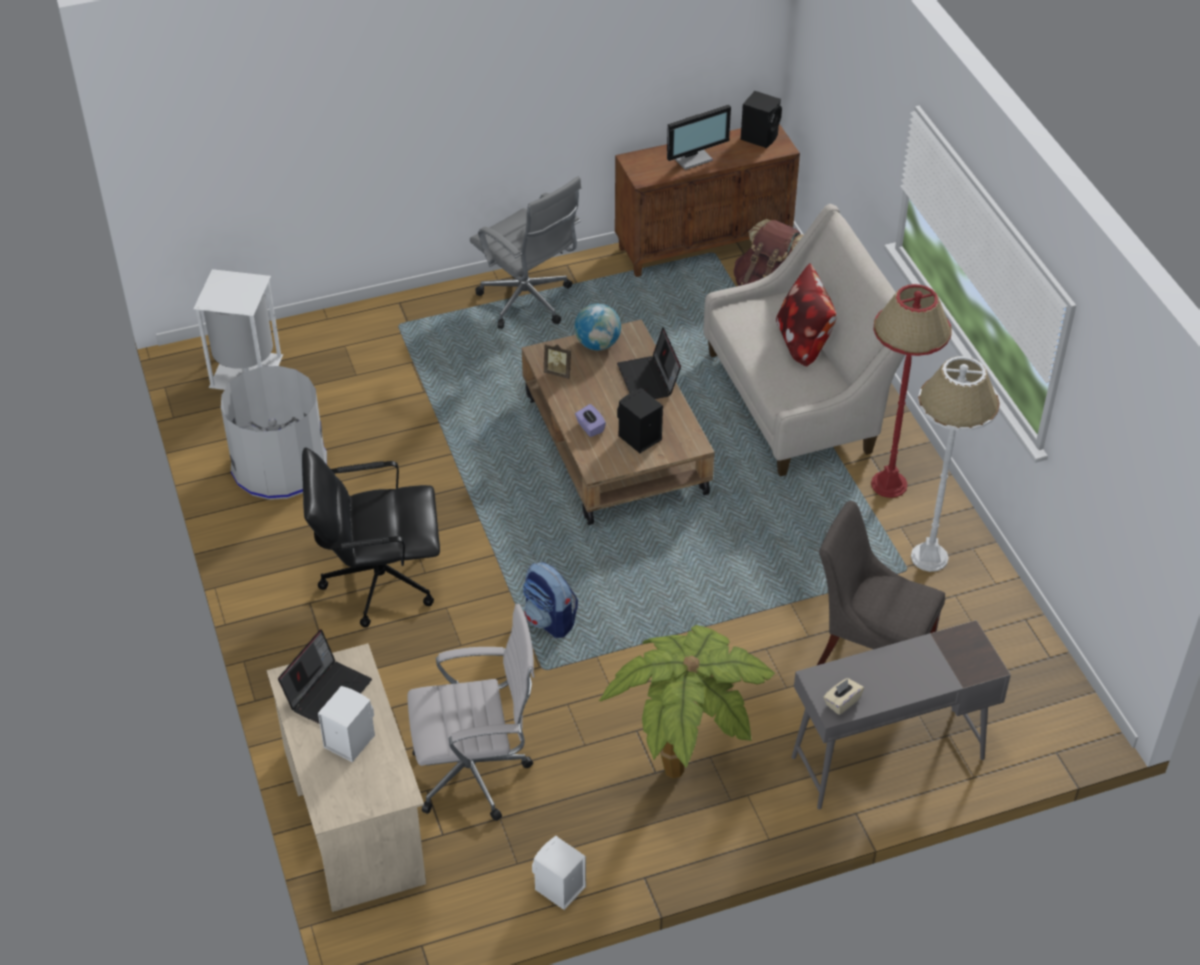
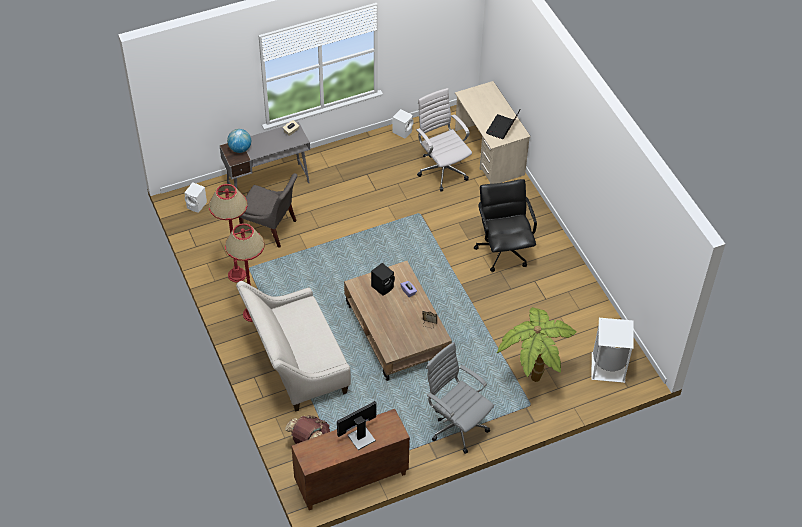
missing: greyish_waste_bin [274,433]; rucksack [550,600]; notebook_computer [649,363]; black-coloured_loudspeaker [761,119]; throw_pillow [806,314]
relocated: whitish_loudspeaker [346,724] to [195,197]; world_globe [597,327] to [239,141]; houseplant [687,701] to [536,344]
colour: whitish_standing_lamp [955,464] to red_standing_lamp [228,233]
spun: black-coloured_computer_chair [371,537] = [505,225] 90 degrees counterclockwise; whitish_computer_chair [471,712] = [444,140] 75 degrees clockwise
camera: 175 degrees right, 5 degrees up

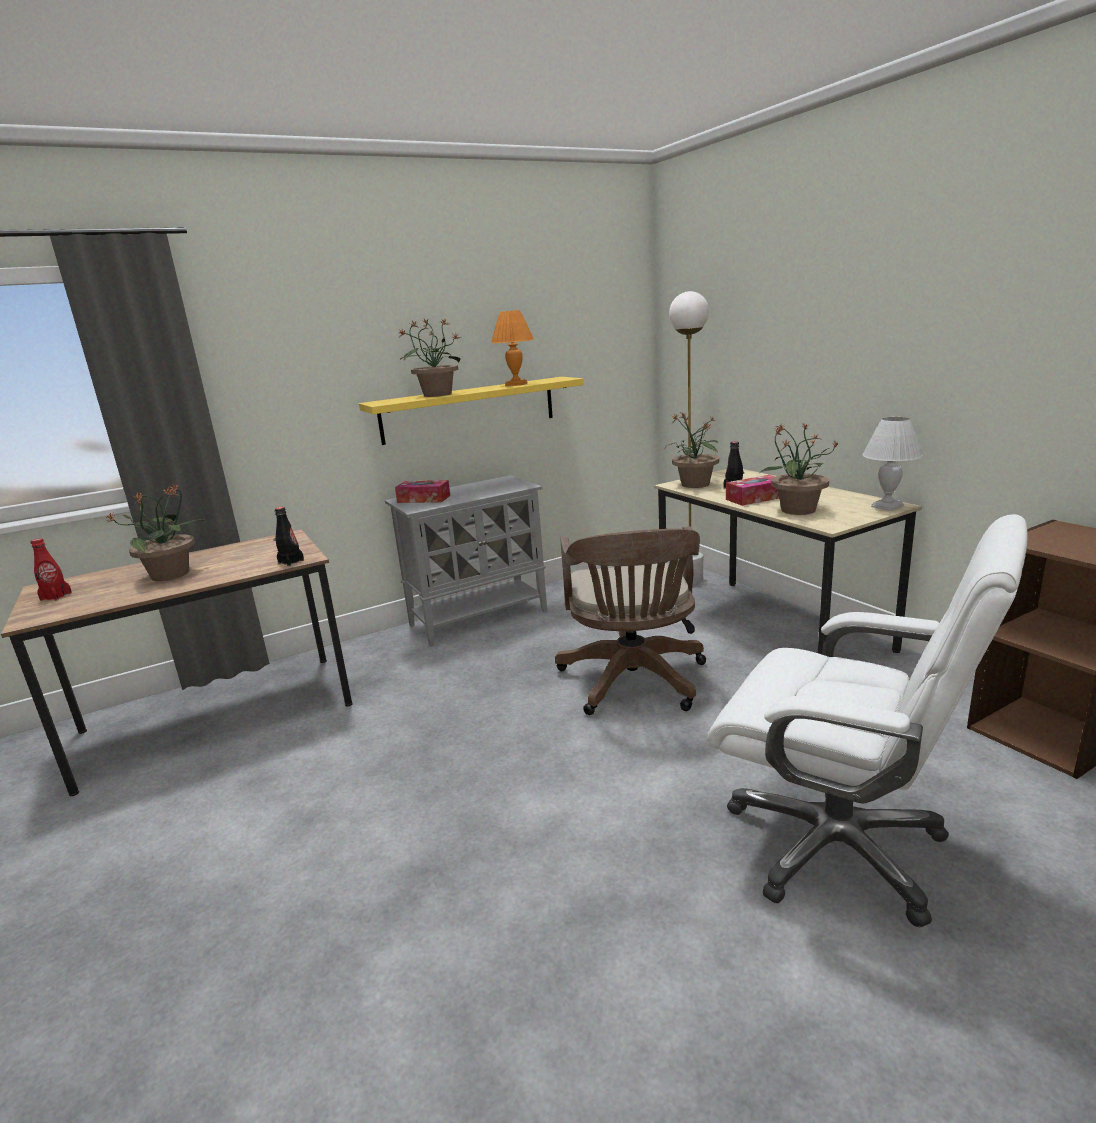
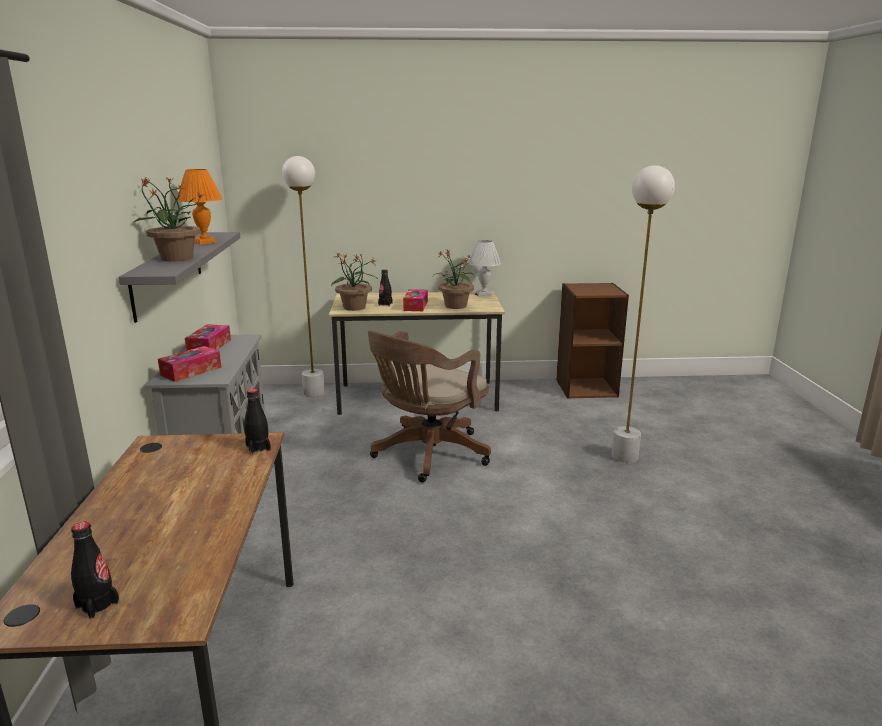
missing: houseplant [155,532]
appeared: box_of_tissues [208,337]
exchanged: whitish_computer_chair [868,721] to whitish_standing_lamp [643,314]
colour: red_drink_bottle [51,569] to black-coloured_drink_bottle [95,570]; yellow-coloured_bracket_shelf [471,411] to greyish_bracket_shelf [179,277]
spun: brown_computer_chair [630,620] = [429,406] 105 degrees clockwise
camera: 65 degrees left, 0 degrees up

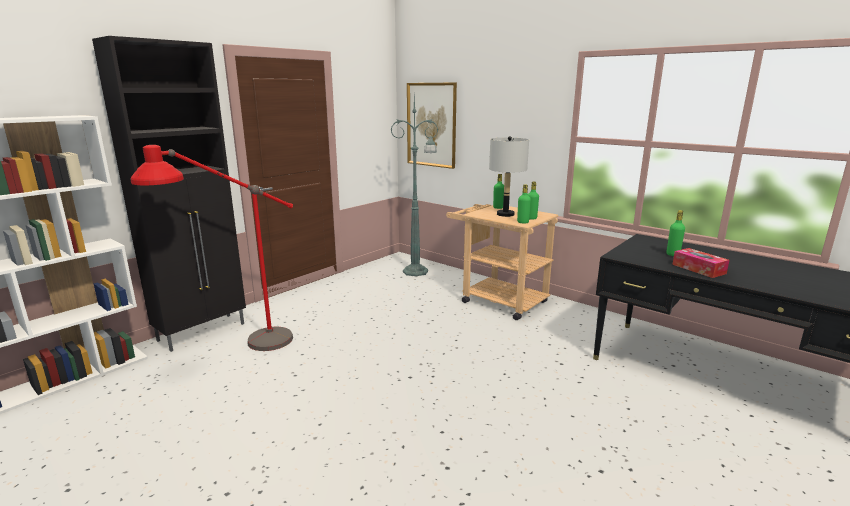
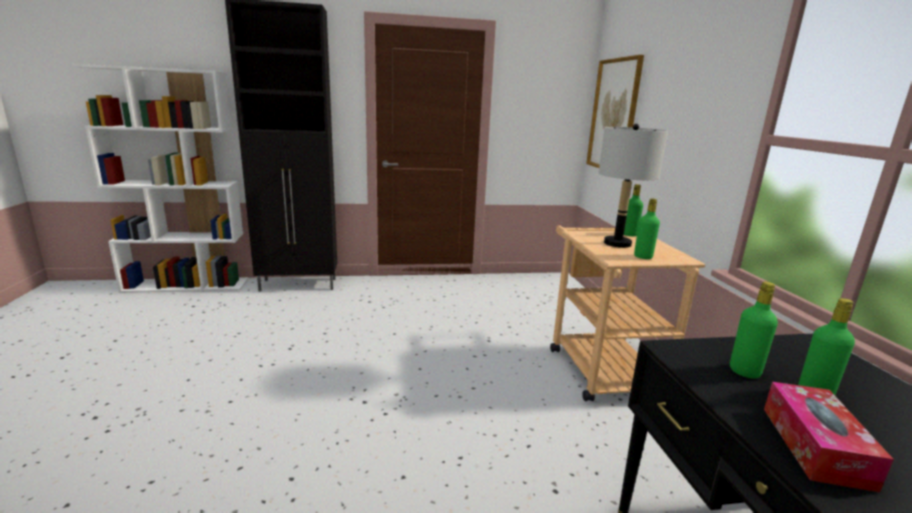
missing: red_standing_lamp [211,248]; green-coloured_standing_lamp [414,185]
relocated: green-coloured_drink_bottle [524,204] to [754,330]
camera: 40 degrees right, 0 degrees up

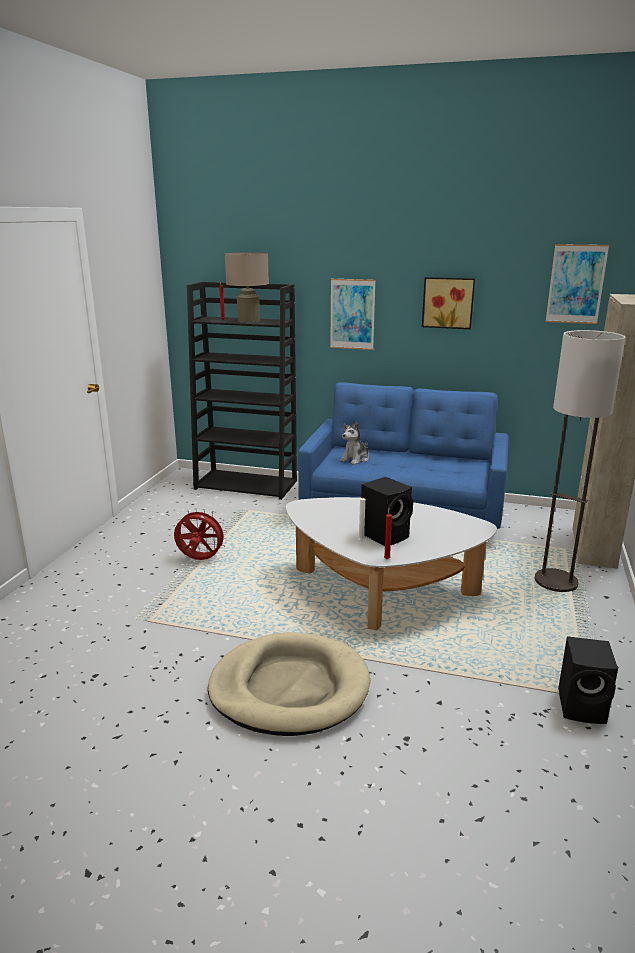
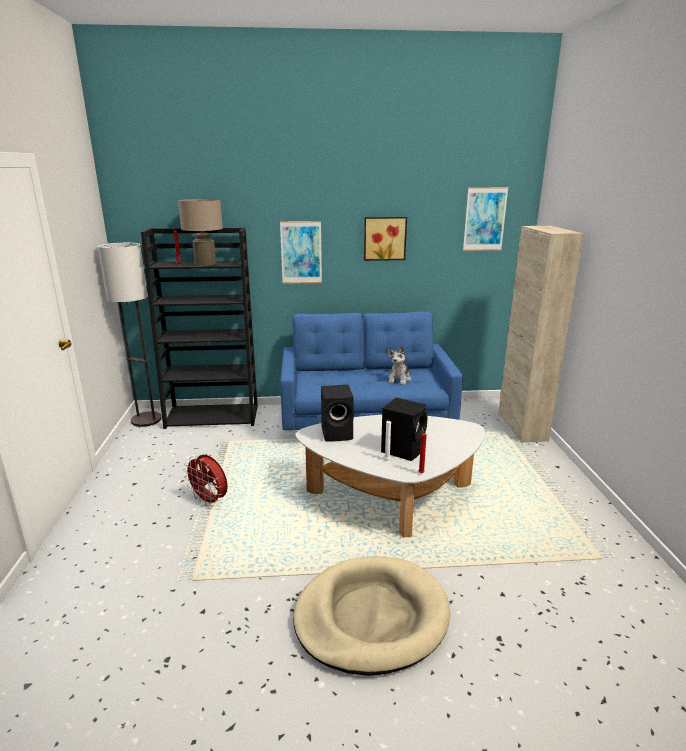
relocated: plush_toy [354,443] to [399,365]; standing_lamp [580,461] to [130,335]; black-coloured_loudspeaker [588,680] to [337,412]
spun: red_electric_fan [200,534] = [205,481] 135 degrees counterclockwise
camera: 20 degrees left, 0 degrees up

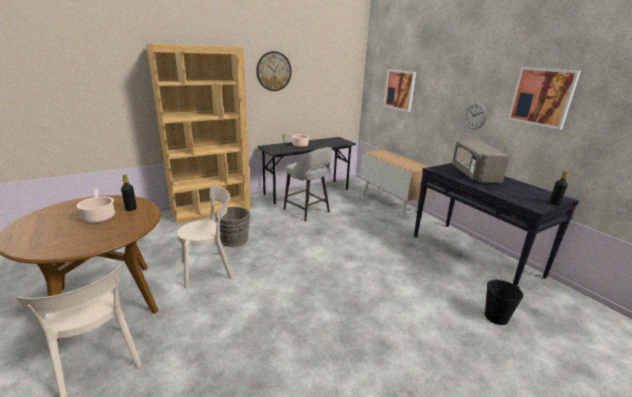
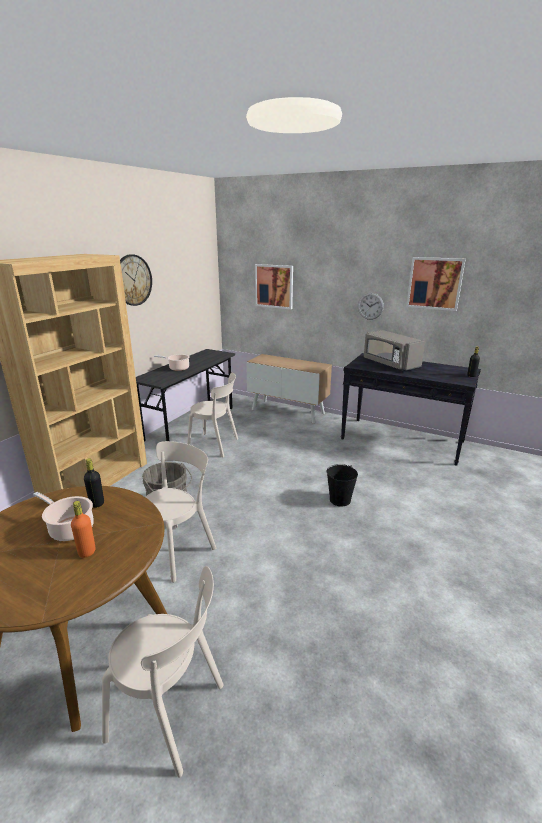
appeared: orange_drink_bottle [83,529]
relocated: black-coloured_bucket [504,302] to [342,485]
exchanged: greyish_stool_seat [308,184] to beige-coloured_upright_chair [212,415]
camera: 30 degrees left, 0 degrees up

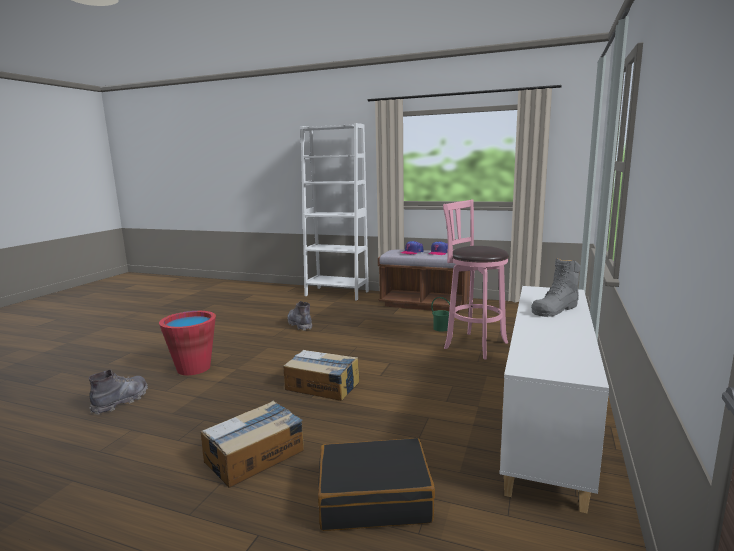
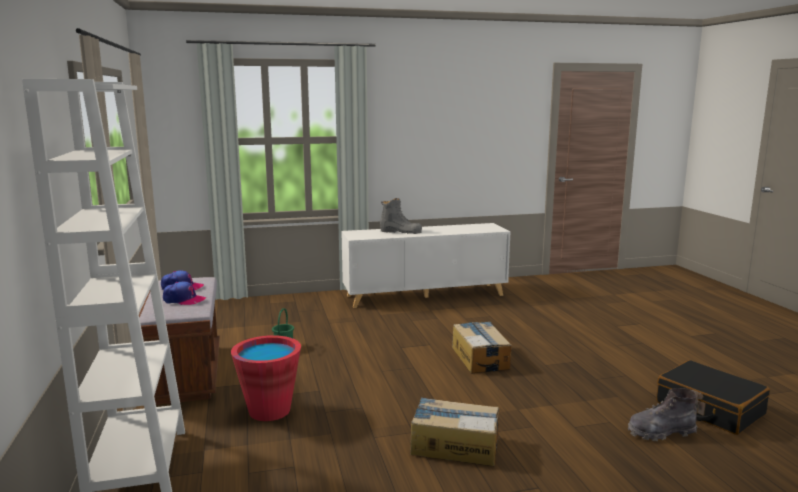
missing: greyish_tall_boot [299,316]; pink_stool_seat [476,279]
relocated: red_bucket [187,343] to [266,378]; carton [252,444] to [454,431]; black-coloured_piece_of_luggage [376,484] to [713,397]
camera: 125 degrees left, 0 degrees up

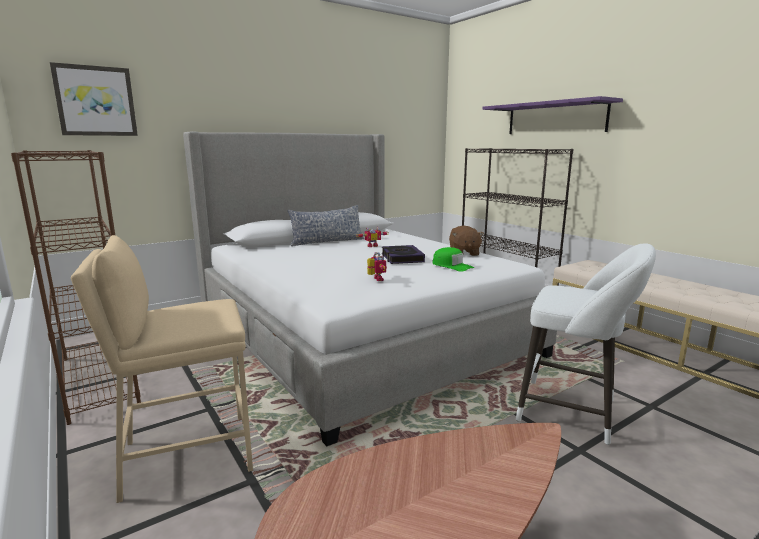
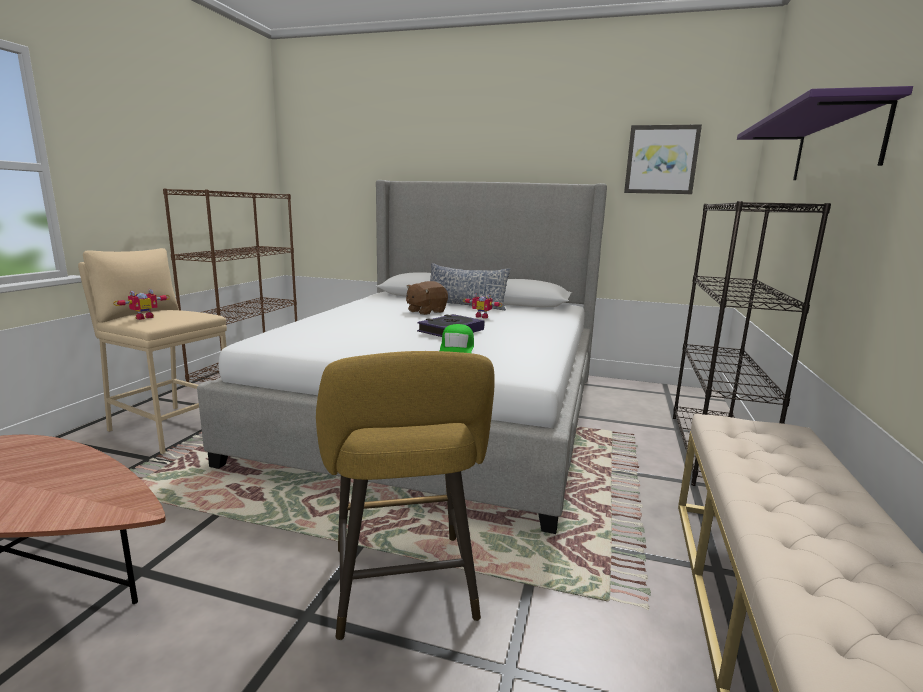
relocated: picture [94,99] to [663,159]; model_robot [377,266] to [141,304]; brown_plush_toy [466,240] to [427,298]
colour: whitish_stool_seat [586,344] to yellow-coloured_stool_seat [405,496]
camera: 50 degrees right, 0 degrees up

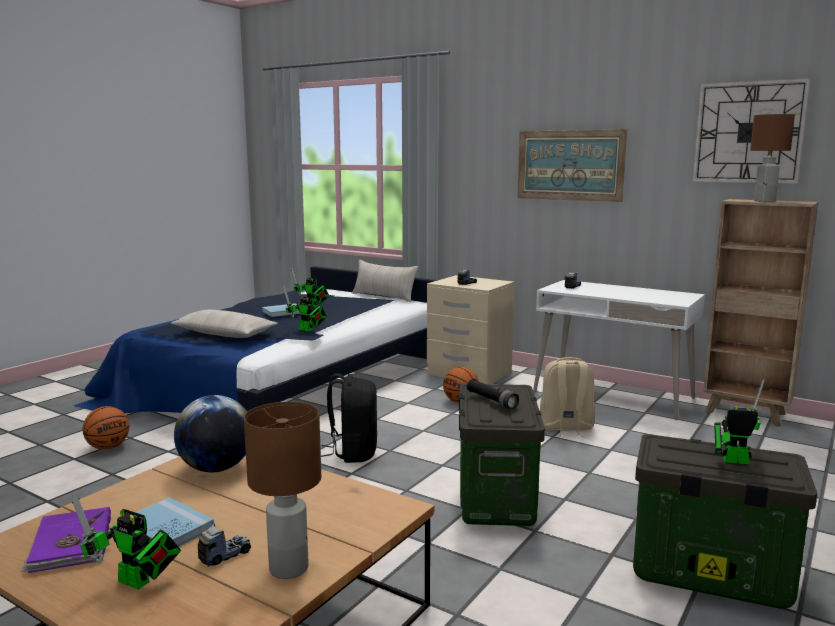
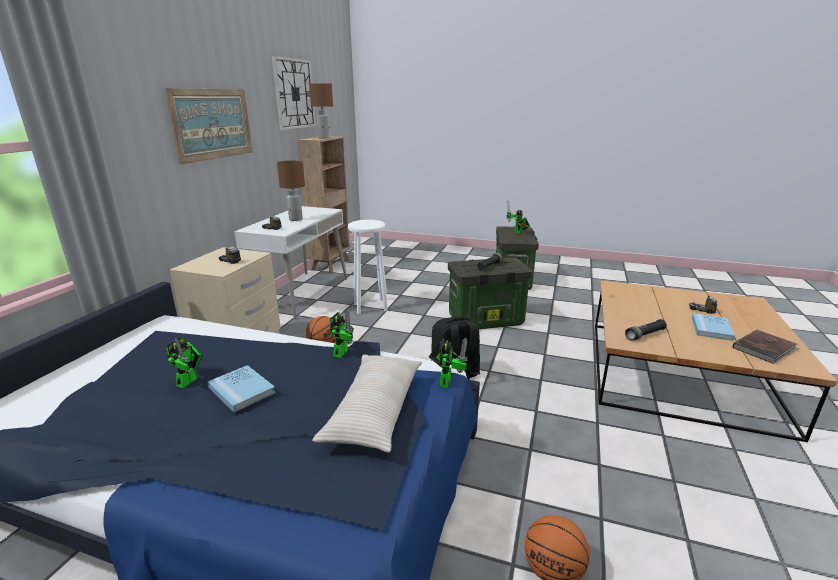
missing: beige-coloured_throw_pillow [385,280]
relocated: model_robot [126,542] to [448,362]; brown_table_lamp [282,490] to [291,190]
exchanged: world_globe [210,433] to black-coloured_torch [646,330]; beige-coloured_rucksack [567,397] to whitish_stool_seat [368,267]
colour: purple-coloured_volume [66,540] to brown_volume [766,347]
camera: 105 degrees left, 10 degrees up

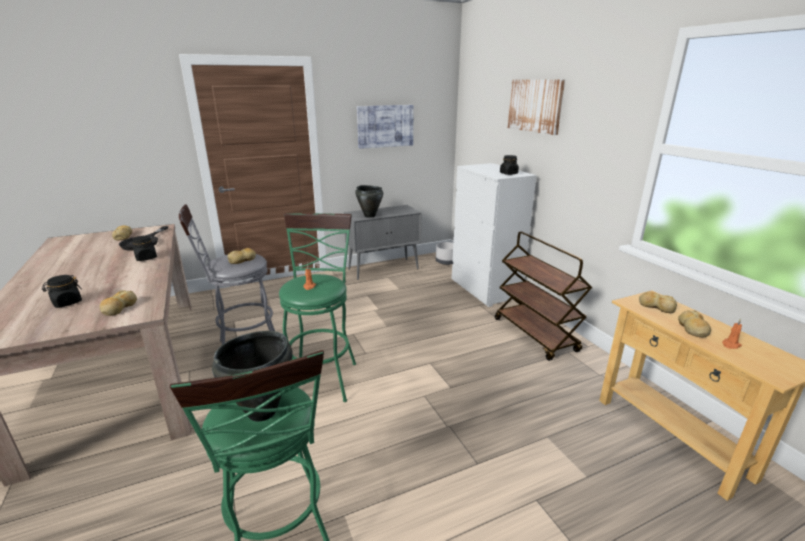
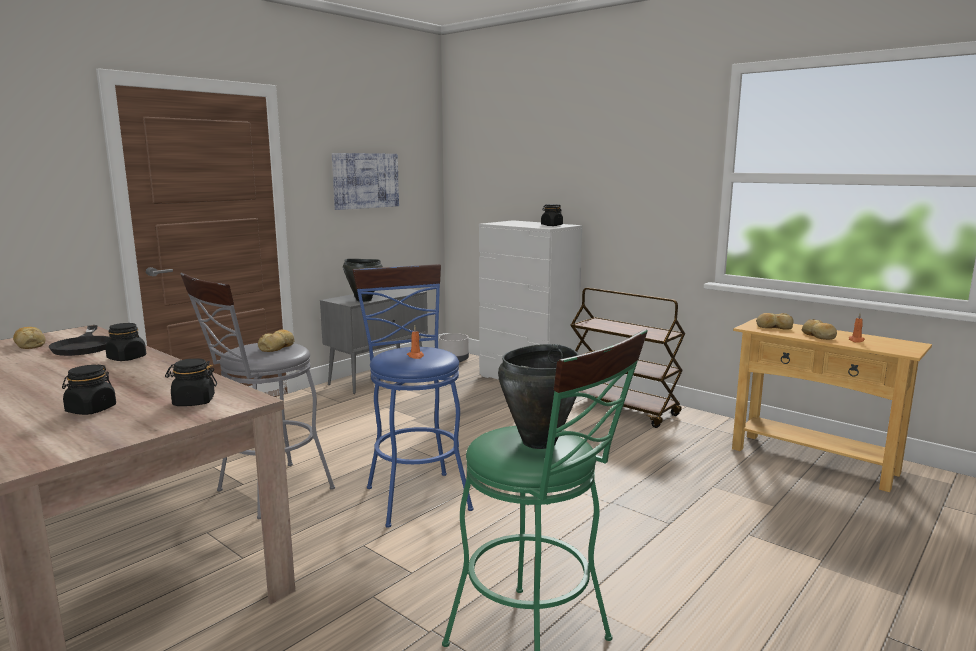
missing: picture [536,107]
exchanged: bakery_bread [118,303] to black-coloured_jar [191,382]
colour: green-coloured_stool_seat [317,307] to blue_stool_seat [412,396]
camera: 25 degrees left, 10 degrees down

